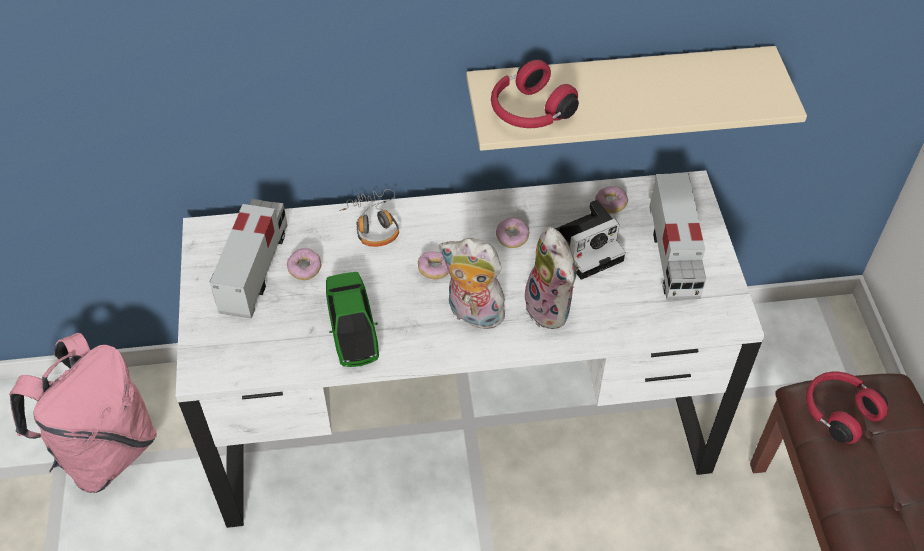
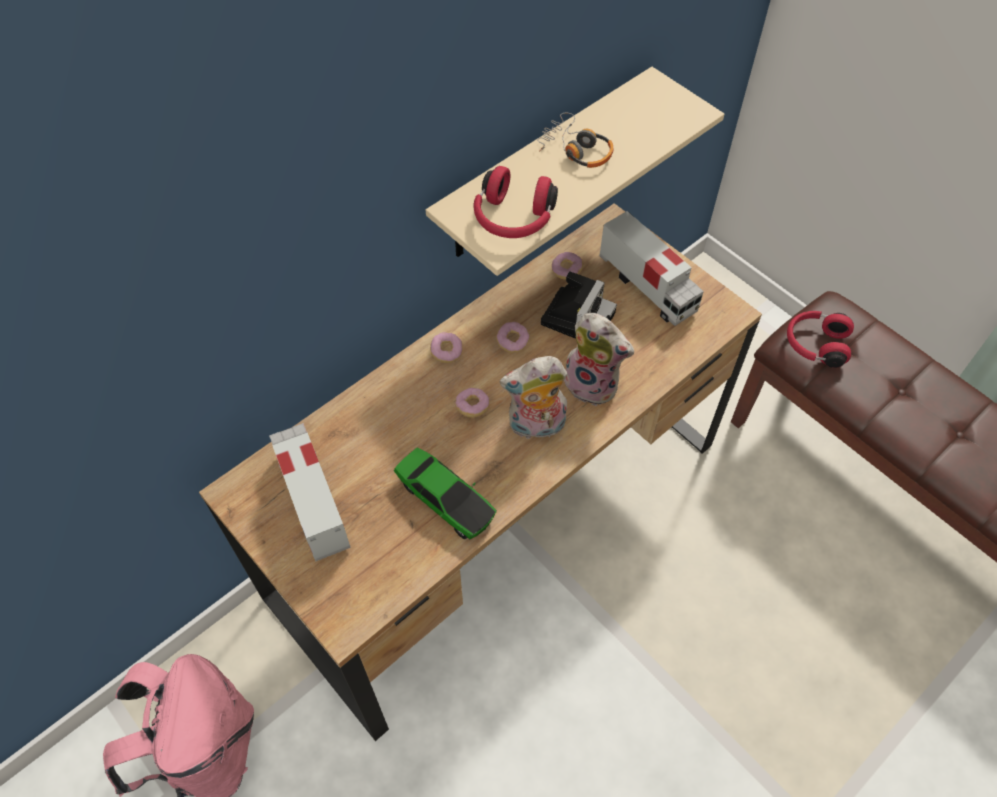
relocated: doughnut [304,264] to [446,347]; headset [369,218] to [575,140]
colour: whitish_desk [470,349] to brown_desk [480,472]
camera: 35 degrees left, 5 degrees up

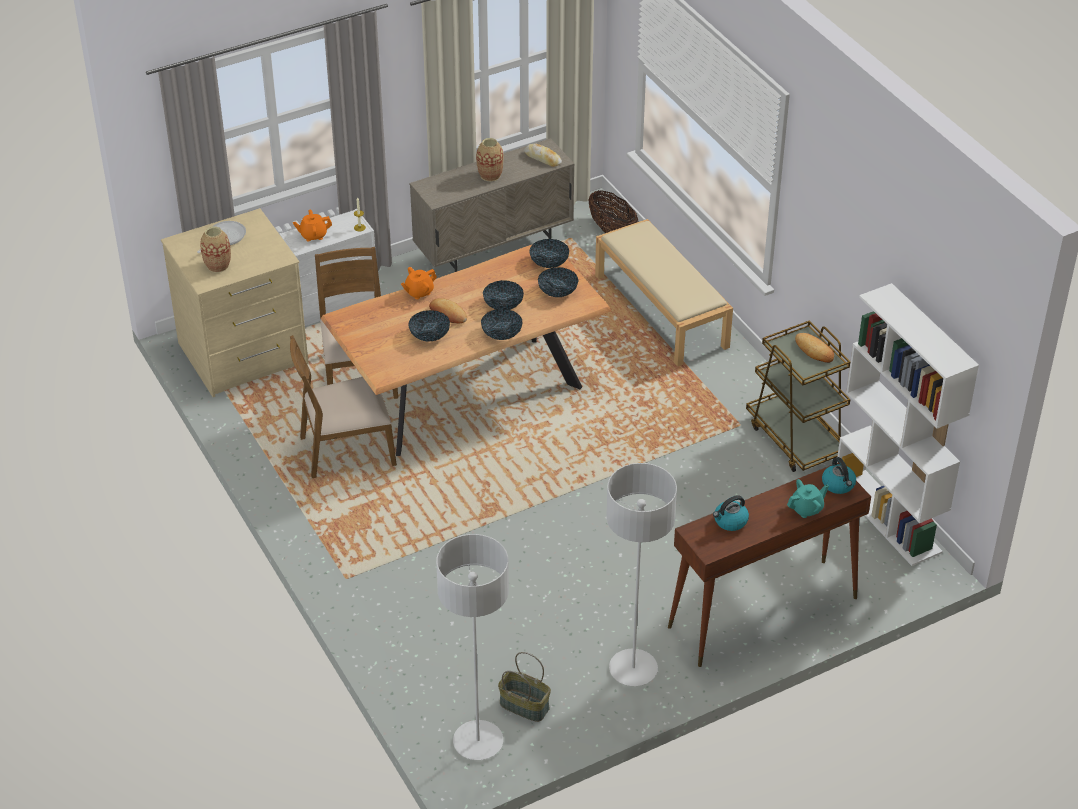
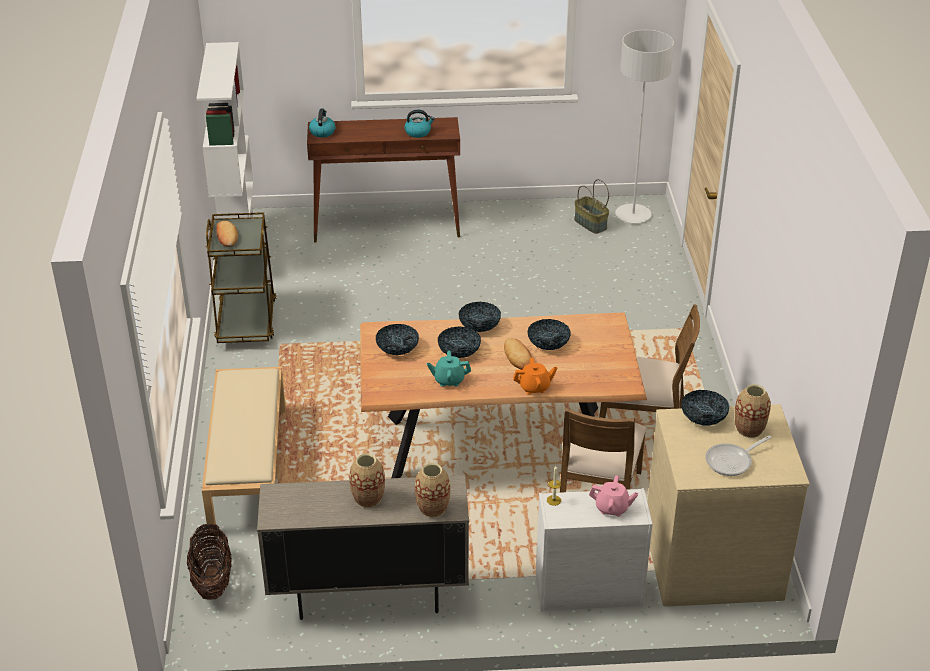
missing: bakery_bread [543,155]; greyish_standing_lamp [641,574]
appeared: vase [432,490]
relocated: bowl [549,253] to [705,407]; turquoise-coloured_pot_for_tea [808,498] to [449,369]
colour: orange_pot_for_tea [312,225] to pink_pot_for_tea [613,496]
camera: 155 degrees left, 5 degrees down

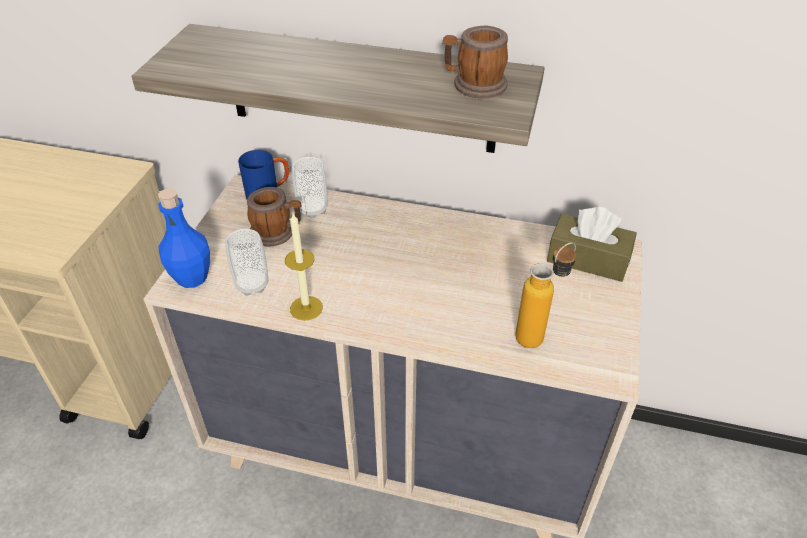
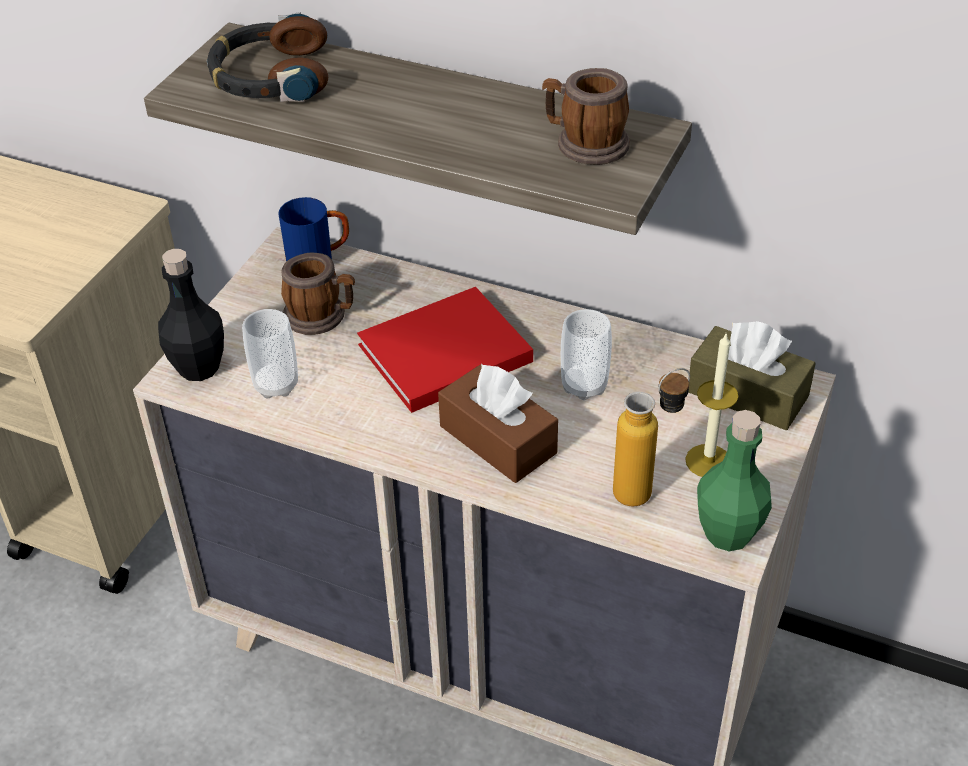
appeared: headset [267,57]; red_volume [445,350]; brown_box_of_tissues [498,423]; green-coloured_drink_bottle [734,480]
relocated: candle [304,267] to [711,405]; cup [309,187] to [586,354]
colour: blue_drink_bottle [184,238] to black-coloured_drink_bottle [191,315]
camera: 10 degrees right, 0 degrees up

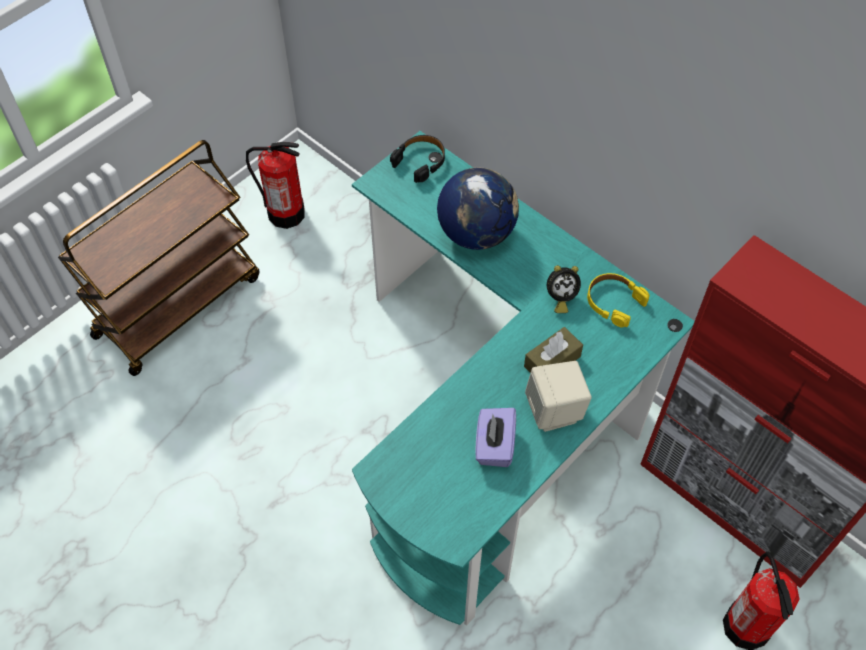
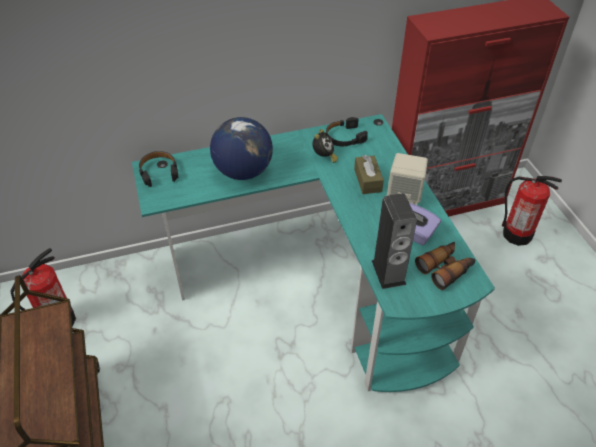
appeared: loudspeaker [394,241]; binoculars [445,266]
colour: yellow-coloured_headset [618,300] to black-coloured_headset [347,131]
camera: 60 degrees left, 10 degrees down

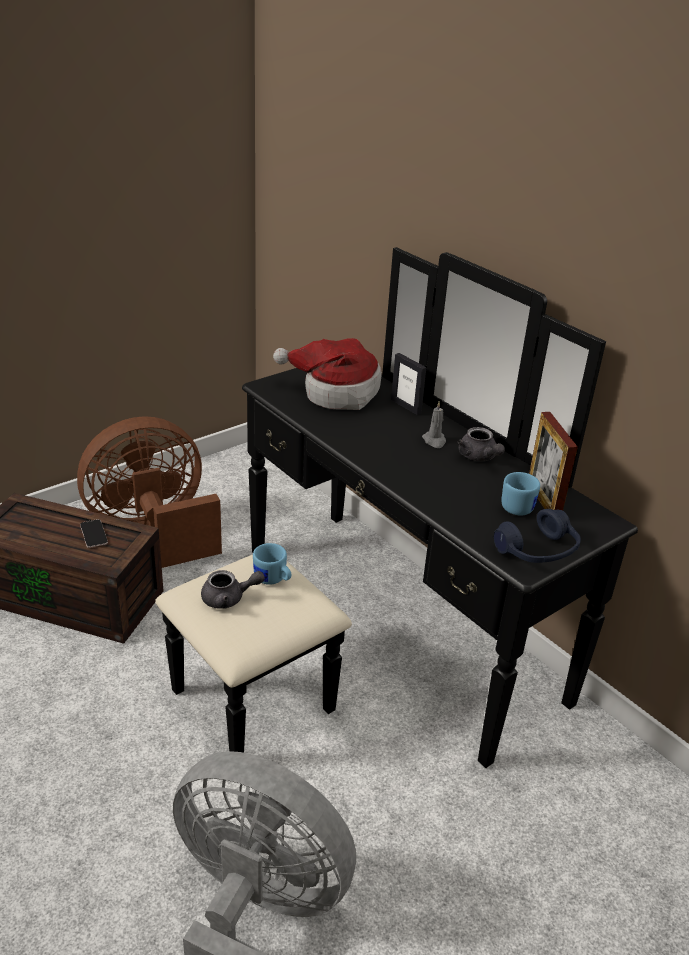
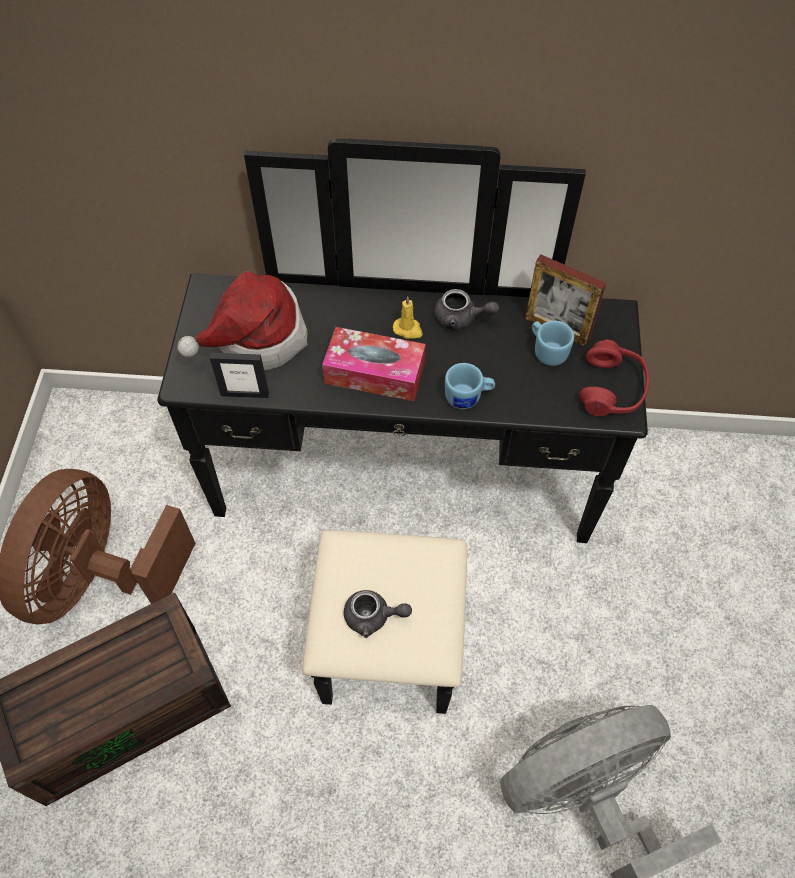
missing: telephone [94,533]
appeared: box_of_tissues [374,364]
relocated: blue_tea_mug [272,564] to [470,386]; photo_frame [408,384] to [239,375]
colour: greyish_candle [434,424] to yellow-coloured_candle [408,317]; blue_headset [537,536] to red_headset [614,378]
spun: greyish_pot_for_tea [233,589] = [378,614] 60 degrees clockwise
camera: 45 degrees left, 25 degrees up

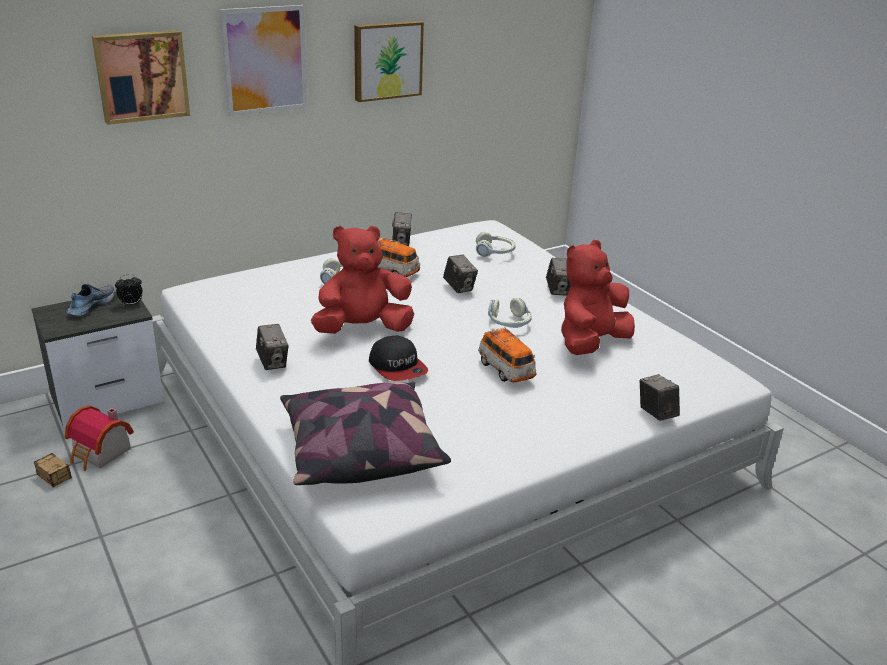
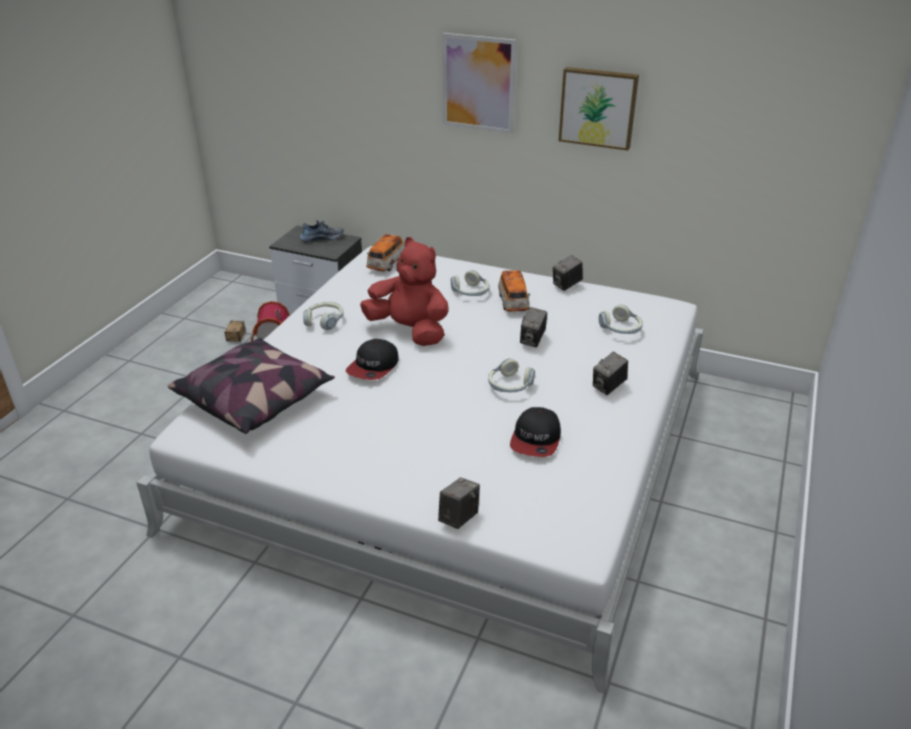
missing: picture [141,77]; bedside_clock [128,290]
relocated: miniature_car [507,354] to [385,252]
exchanged: still_camera [272,347] to headset [323,316]; red_plush_toy [598,297] to cap [535,432]
camera: 55 degrees right, 5 degrees up

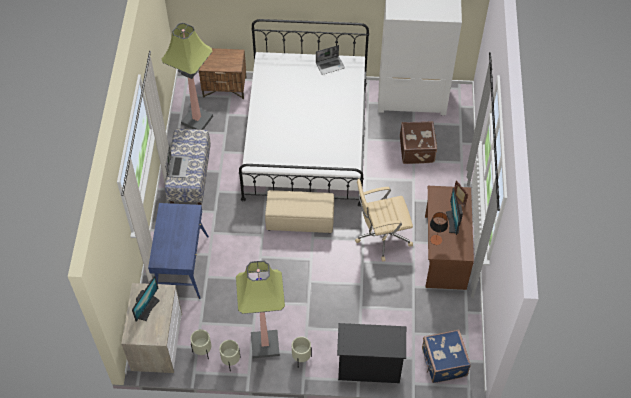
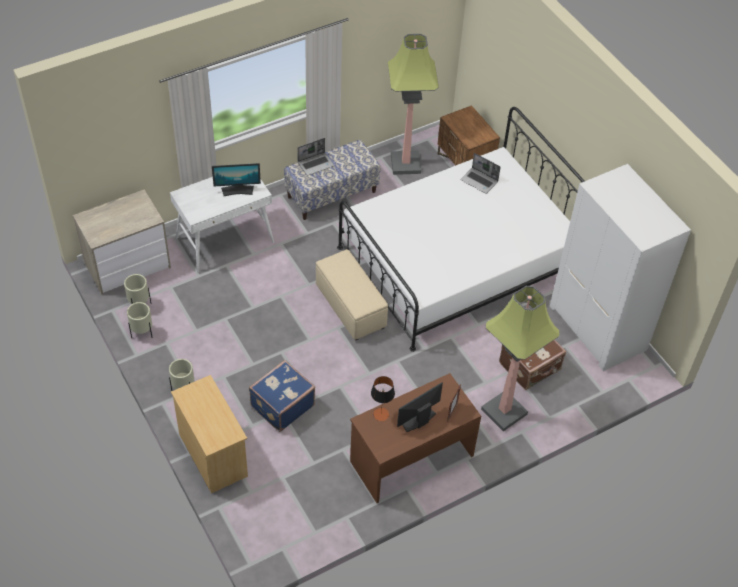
missing: beige-coloured_computer_chair [384,220]
relocated: computer_screen [146,299] to [236,179]; standing_lamp [260,309] to [520,358]; notebook_computer [330,60] to [481,173]; blue_piece_of_luggage [446,356] to [282,396]
colour: blue_desk [178,251] to whitish_desk [222,218]; black-coloured_chest_of_drawers [371,353] to beige-coloured_chest_of_drawers [209,434]
camera: 55 degrees right, 5 degrees down

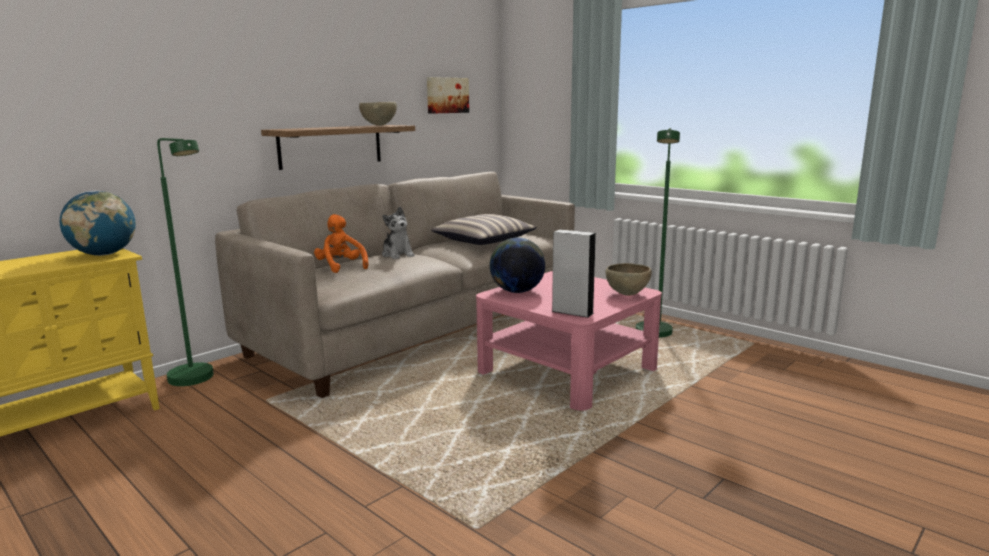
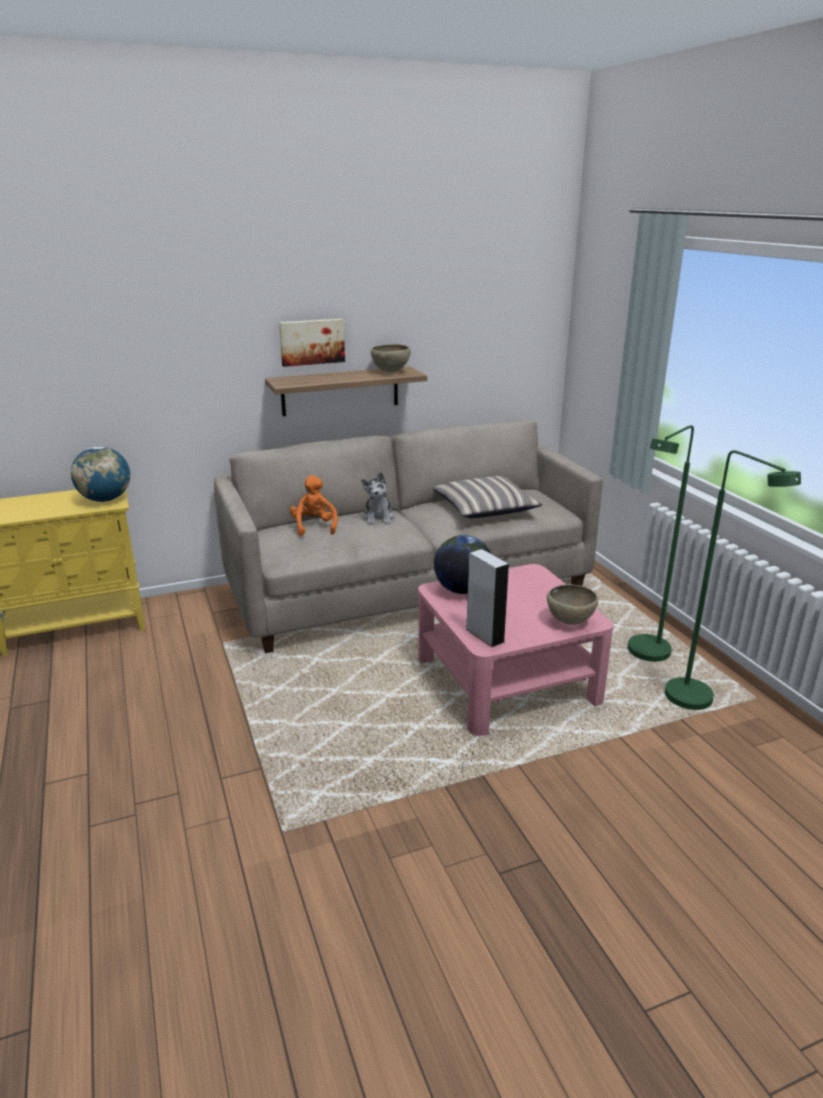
relocated: green-coloured_standing_lamp [185,262] to [733,580]; picture [448,95] to [312,343]
camera: 25 degrees right, 10 degrees up

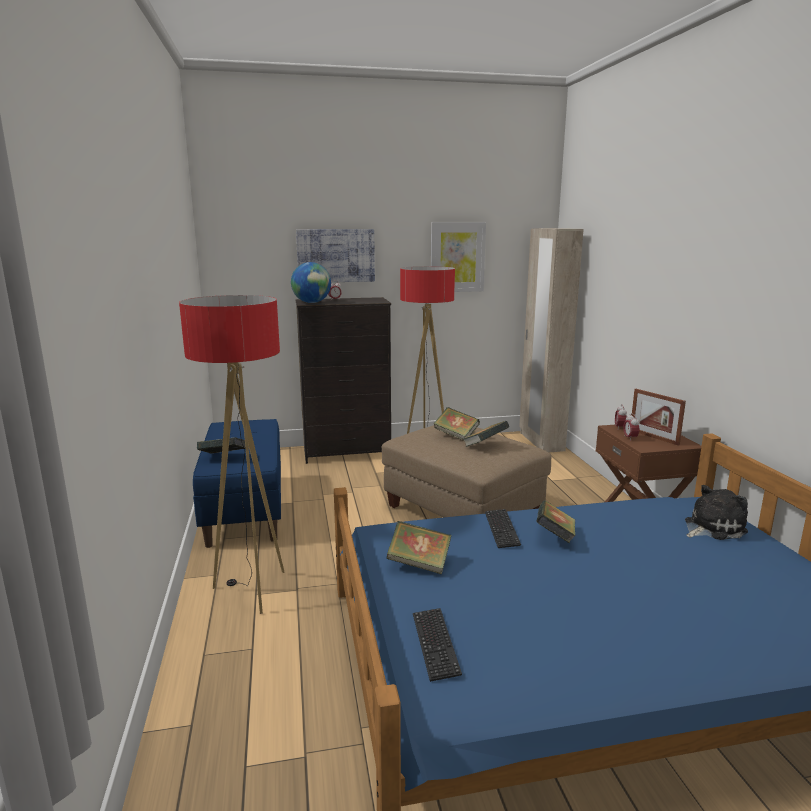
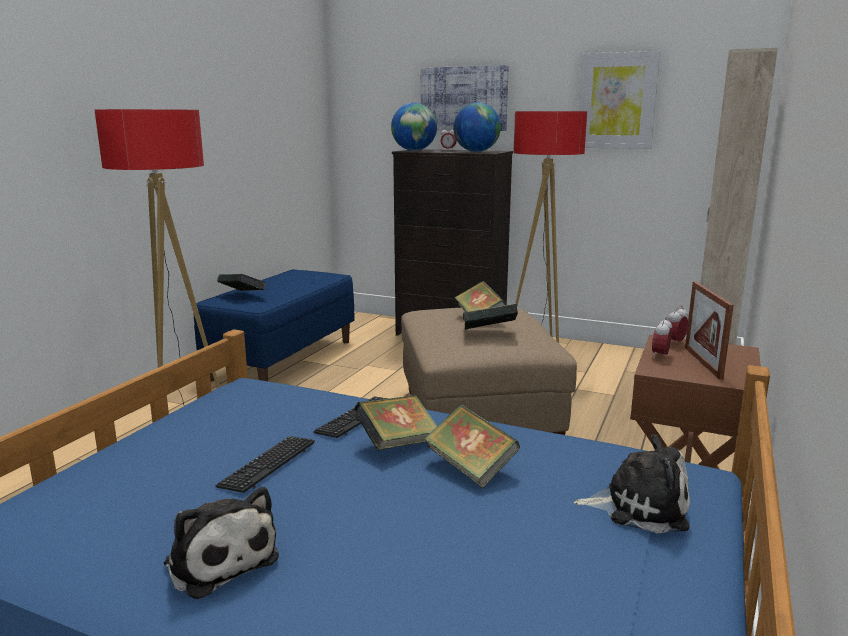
appeared: plush_toy [221,543]; world_globe [477,127]
relocated: volume [418,547] to [472,446]; keyboard [437,645] to [265,464]
camera: 35 degrees right, 0 degrees up

